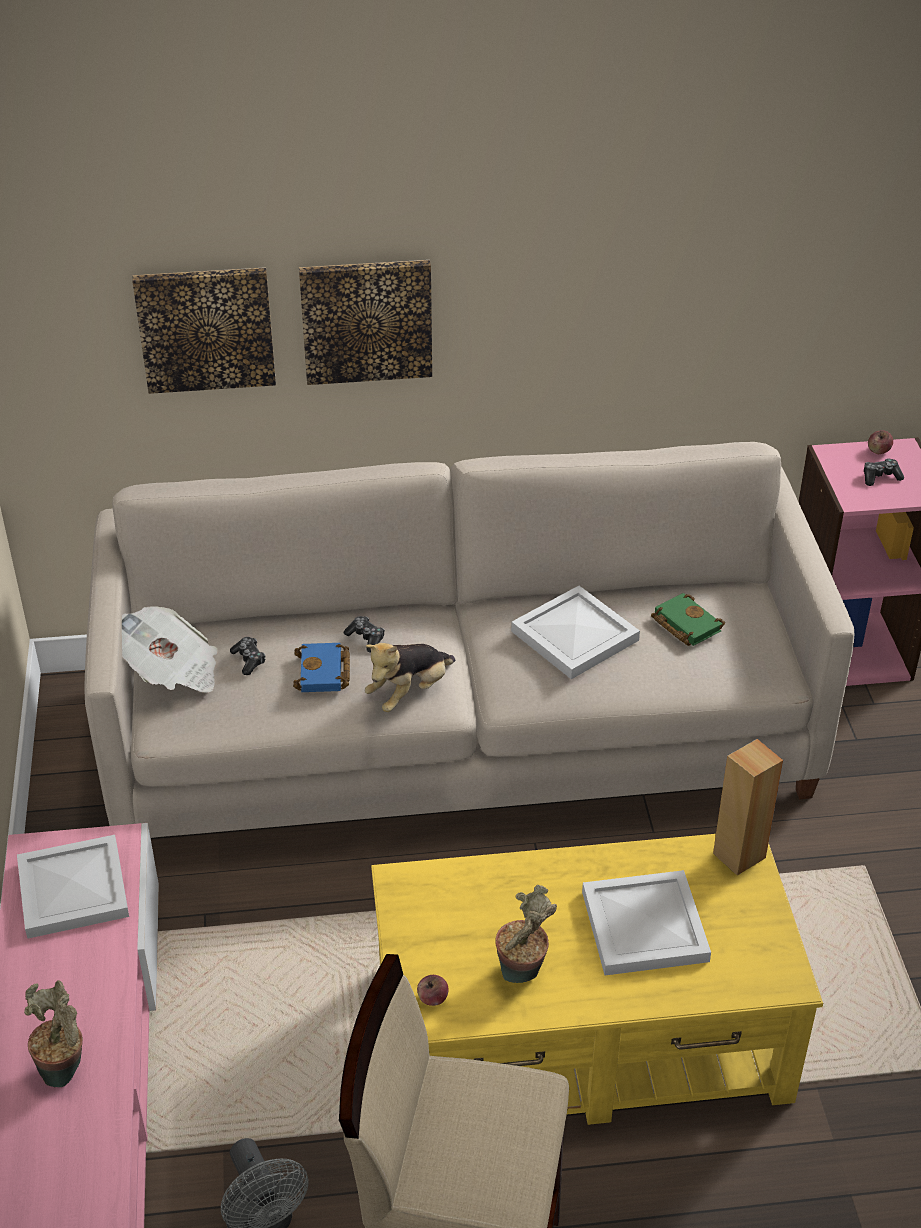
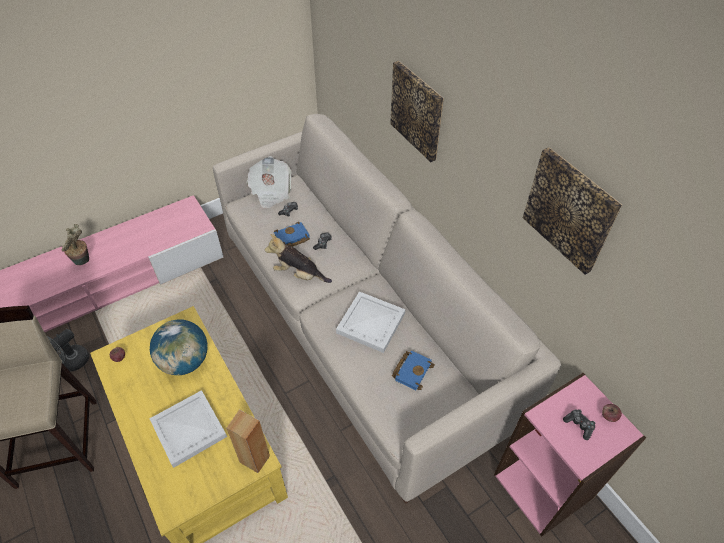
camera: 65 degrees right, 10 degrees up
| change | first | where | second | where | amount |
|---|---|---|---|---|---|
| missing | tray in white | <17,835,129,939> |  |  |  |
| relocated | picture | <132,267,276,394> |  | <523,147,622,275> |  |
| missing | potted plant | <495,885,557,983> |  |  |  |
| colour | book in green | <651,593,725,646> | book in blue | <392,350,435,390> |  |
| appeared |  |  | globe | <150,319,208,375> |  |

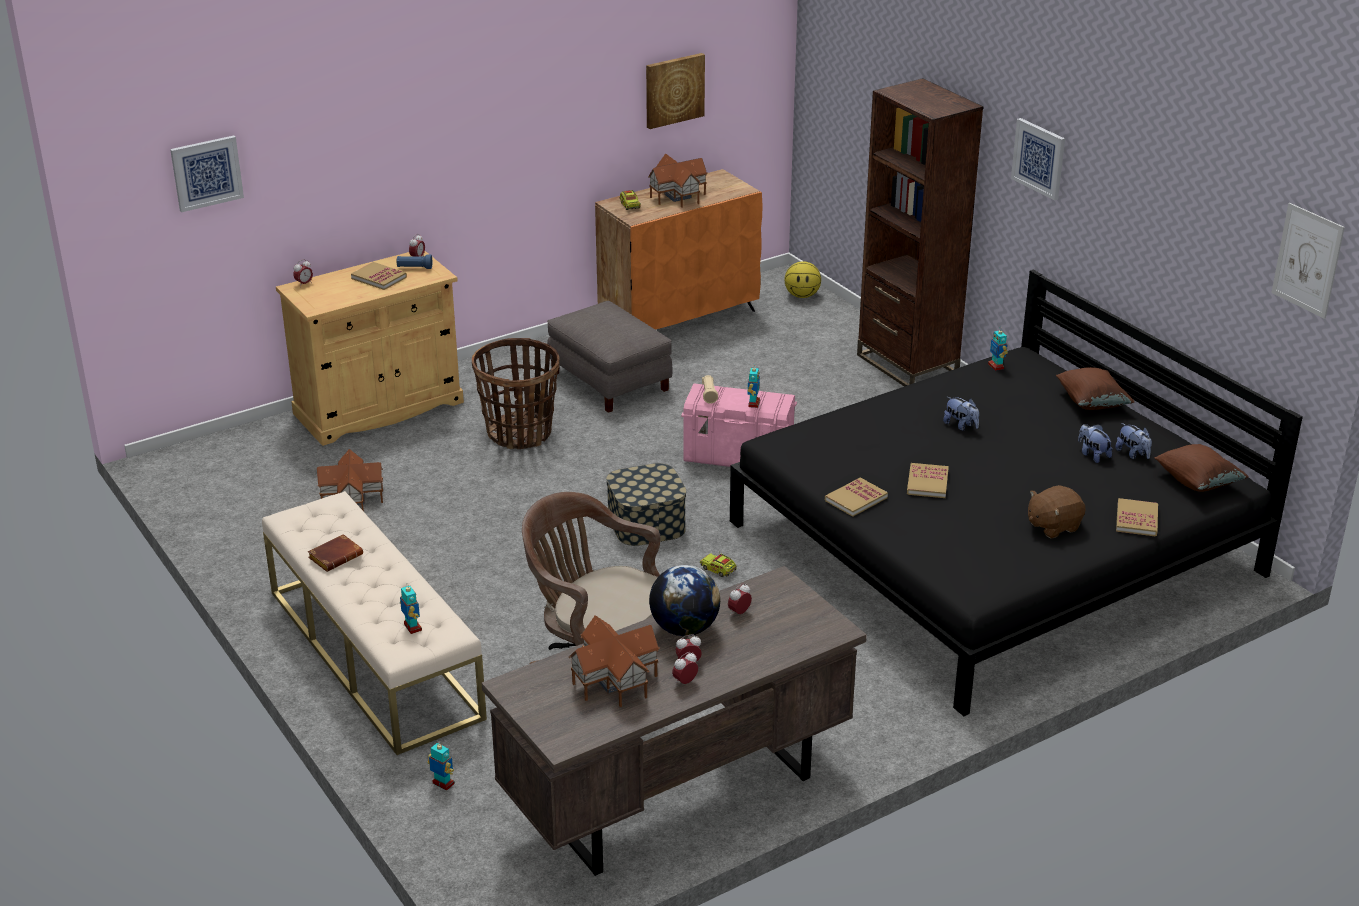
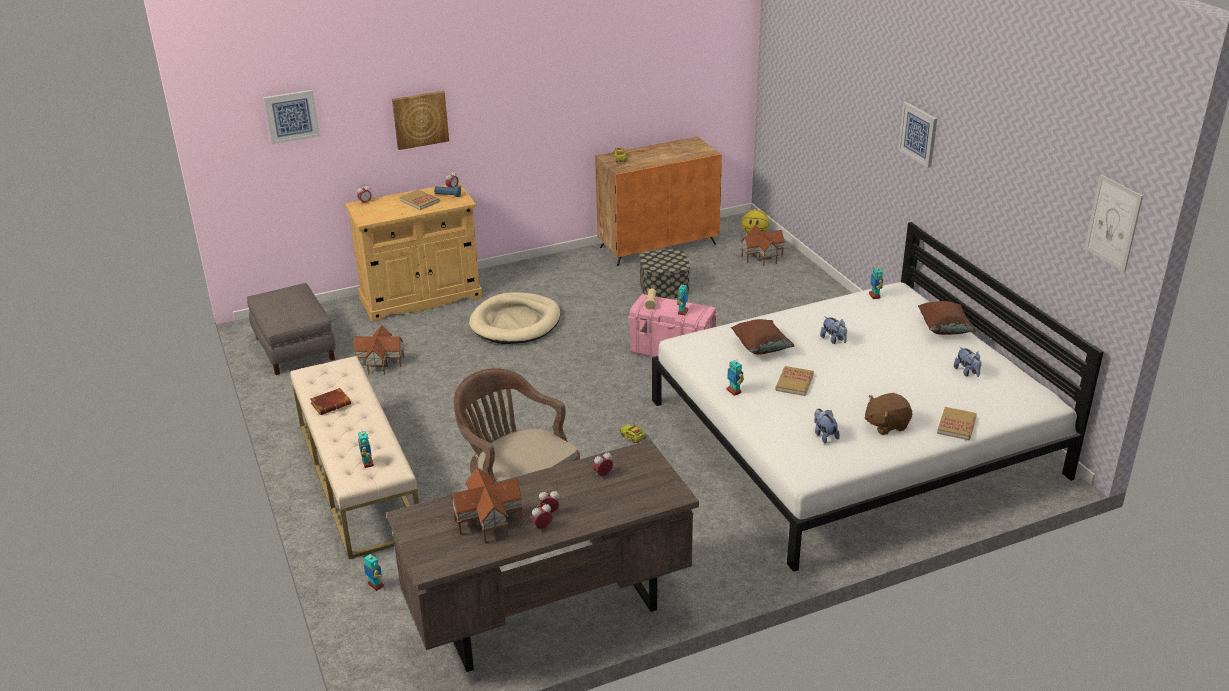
camera: 10 degrees right, 0 degrees up
| change | first | where | second | where | amount |
|---|---|---|---|---|---|
| exchanged | basket | <472,338,560,449> | dog bed in beige | <469,292,560,344> |  |
| relocated | ottoman in grey | <547,301,673,413> |  | <247,283,336,375> |  |
| relocated | storage box | <606,463,686,546> |  | <639,249,690,299> |  |
| relocated | picture | <646,53,705,129> |  | <392,91,449,150> |  |
| relocated | toy house | <648,154,708,208> |  | <741,225,785,266> |  |
| missing | globe | <649,565,720,636> |  |  |  |
| colour | bed in black | <730,270,1303,716> | bed in white | <652,222,1104,572> |  |
| exchanged | book | <825,477,888,517> | toy robot | <727,358,744,396> |  |
| missing | bookcase in brown | <857,78,984,386> |  |  |  |
| relocated | plush toy | <1078,424,1112,463> |  | <814,409,840,443> |  |
| relocated | pillow in brown | <1154,444,1249,492> |  | <731,319,795,355> |  |

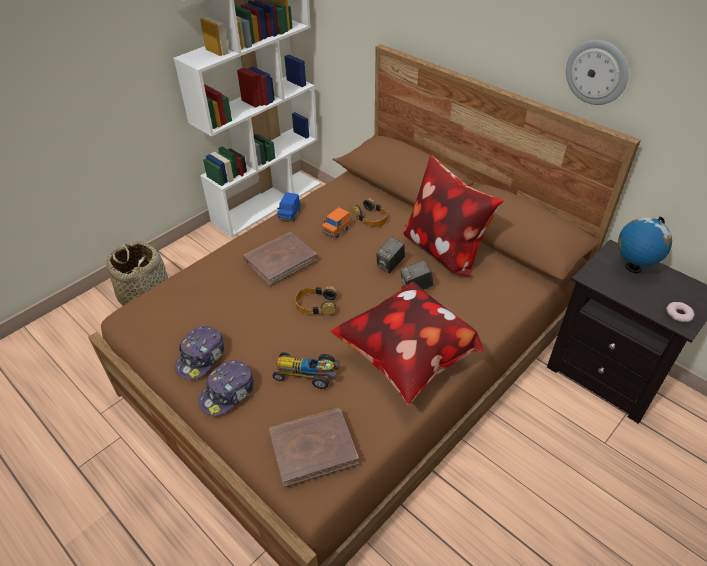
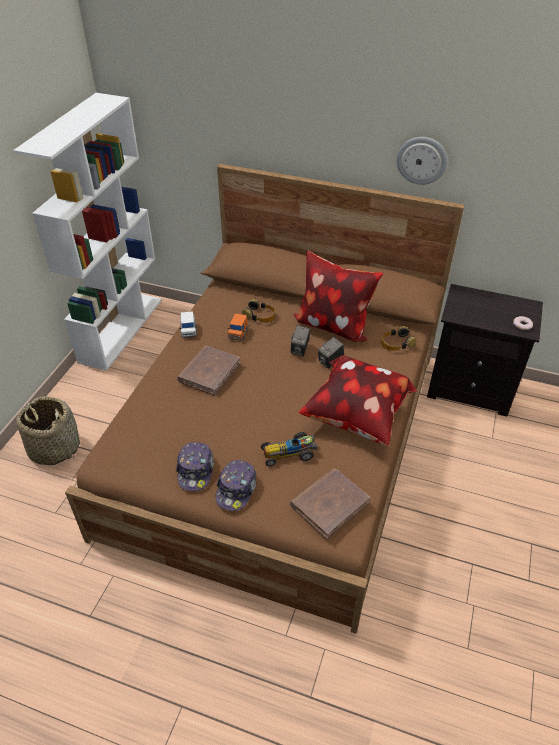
camera: 25 degrees left, 0 degrees up
| change | first | where | second | where | amount |
|---|---|---|---|---|---|
| colour | toy car in blue | <277,192,301,221> | toy car in white | <179,311,197,338> |  |
| relocated | headphones | <295,286,337,315> |  | <381,326,417,351> |  |
| missing | globe | <618,216,672,273> |  |  |  |

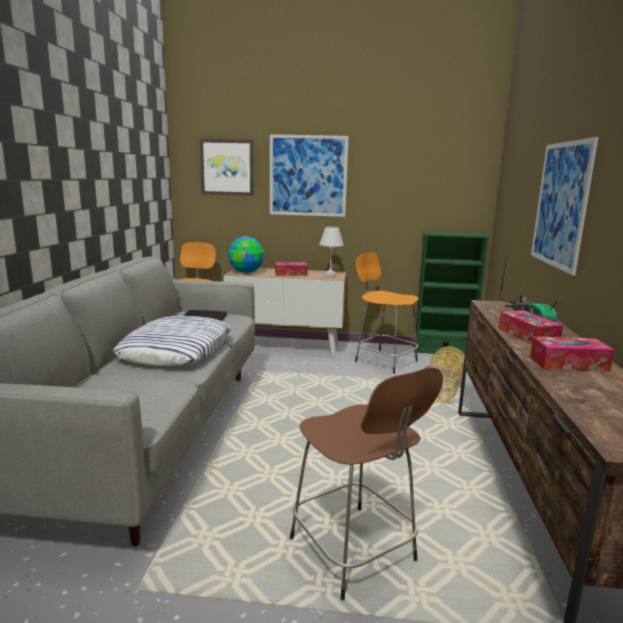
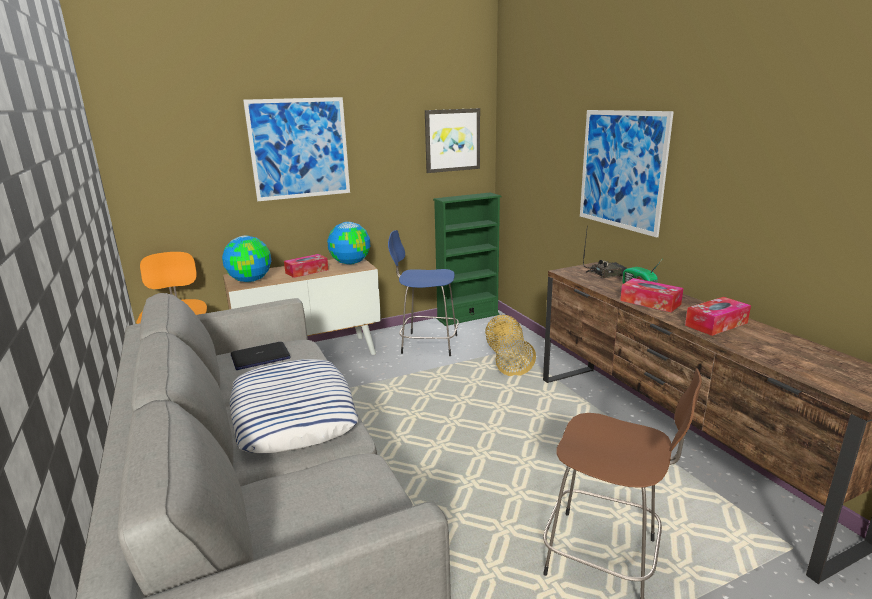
camera: 30 degrees left, 5 degrees up
| change | first | where | second | where | amount |
|---|---|---|---|---|---|
| relocated | picture | <200,139,254,196> |  | <425,108,480,173> |  |
| exchanged | table lamp in white | <319,227,344,276> | globe | <327,222,370,265> |  |
| colour | stool in orange | <355,252,419,374> | stool in blue | <388,230,459,356> |  |

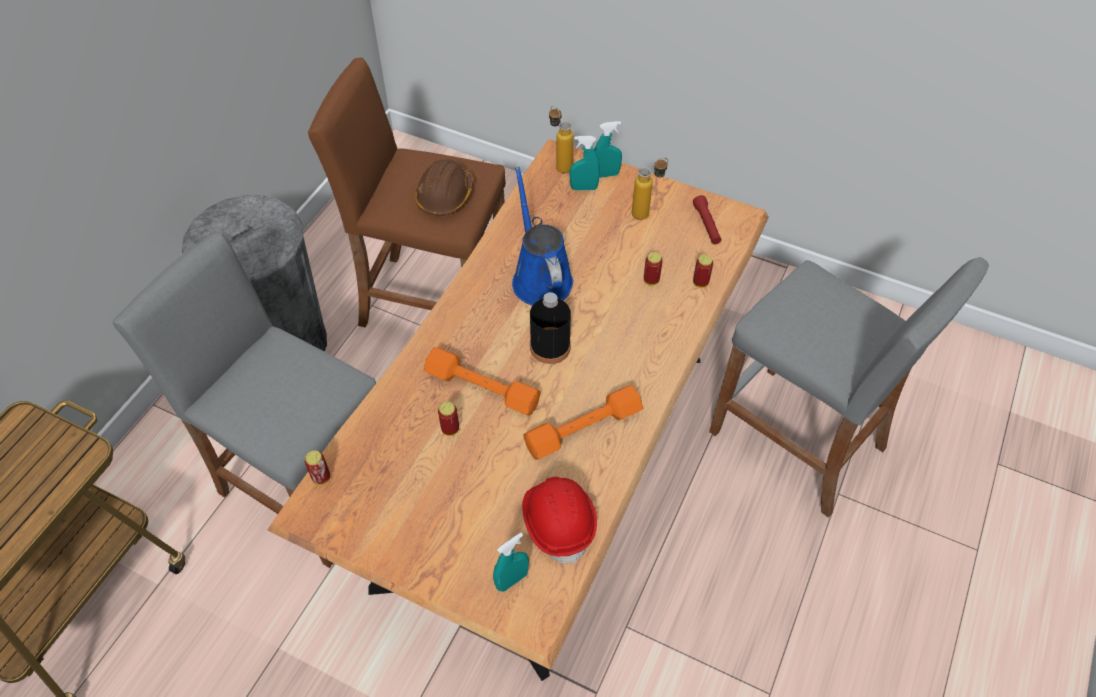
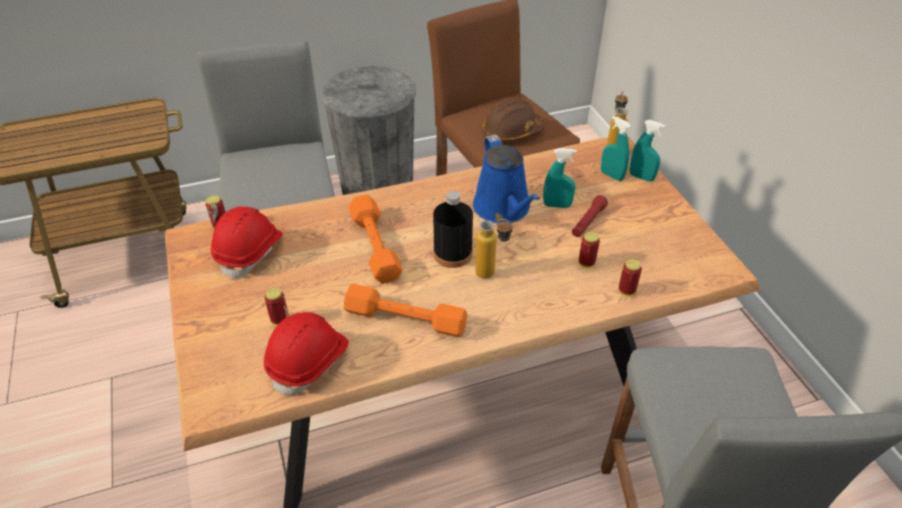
camera: 45 degrees right, 10 degrees down
| change | first | where | second | where | amount |
|---|---|---|---|---|---|
| relocated | can | <438,402,459,436> |  | <265,288,289,325> |  |
| relocated | spray bottle in turquoise | <493,533,529,592> |  | <543,148,577,208> |  |
| spun | watering can in blue | <512,167,573,306> |  | <473,135,540,223> | 135 degrees clockwise |
| relocated | bottle | <632,157,668,220> |  | <475,219,513,279> |  |
| relocated | flashlight in red | <693,195,722,244> |  | <572,195,608,237> |  |
| appeared |  |  | hard hat in red | <211,206,283,280> |  |

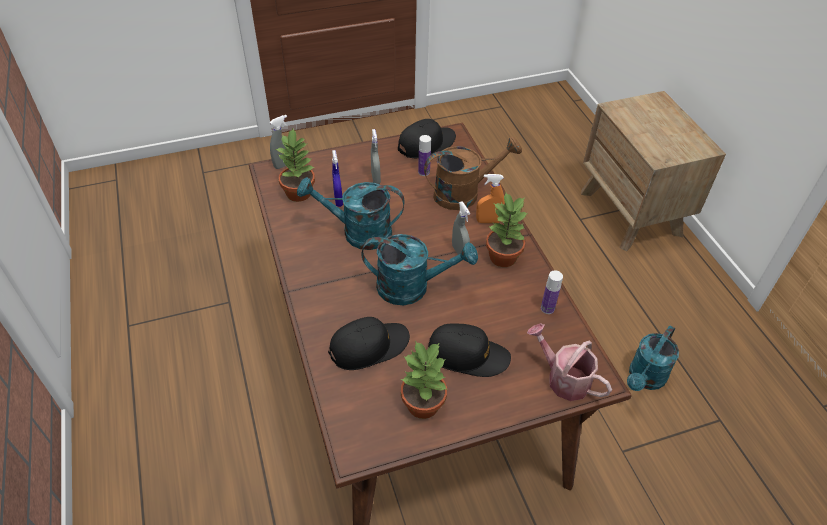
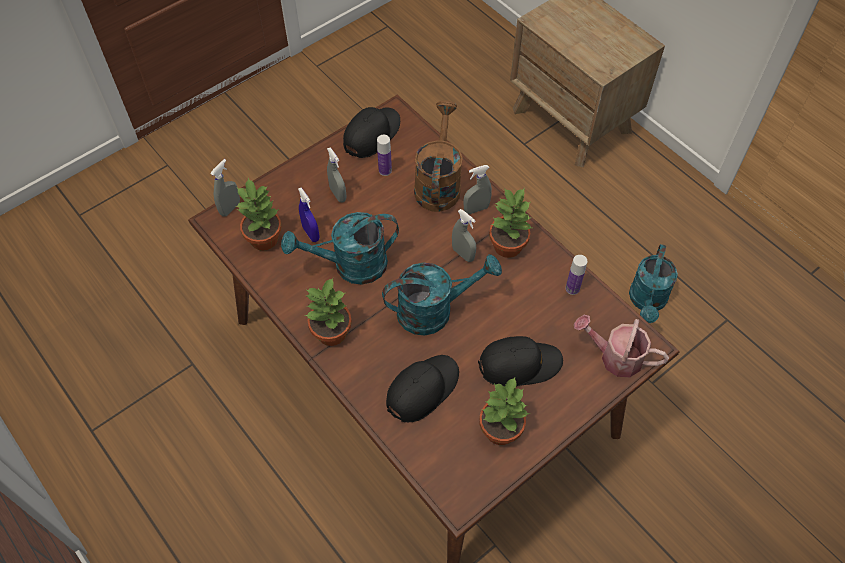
camera: 20 degrees left, 10 degrees up
| change | first | where | second | where | amount |
|---|---|---|---|---|---|
| spun | watering can in brown | <424,136,522,210> |  | <414,100,463,212> | 45 degrees counterclockwise |
| colour | spray bottle in orange | <476,174,505,223> | spray bottle in grey | <463,165,492,214> |  |
| appeared |  |  | potted plant | <304,278,352,346> |  |

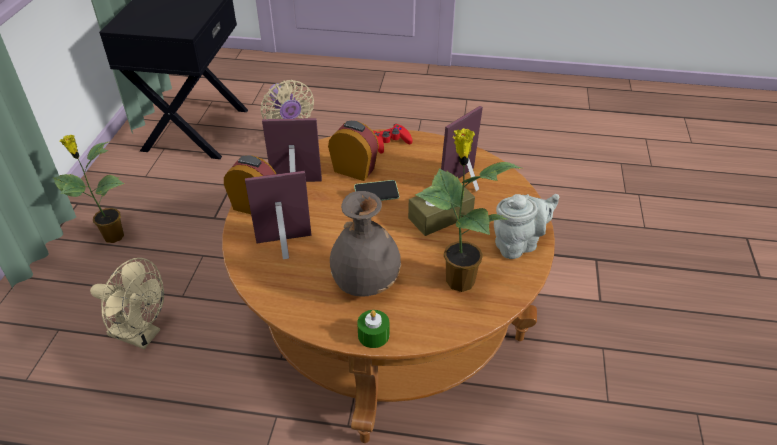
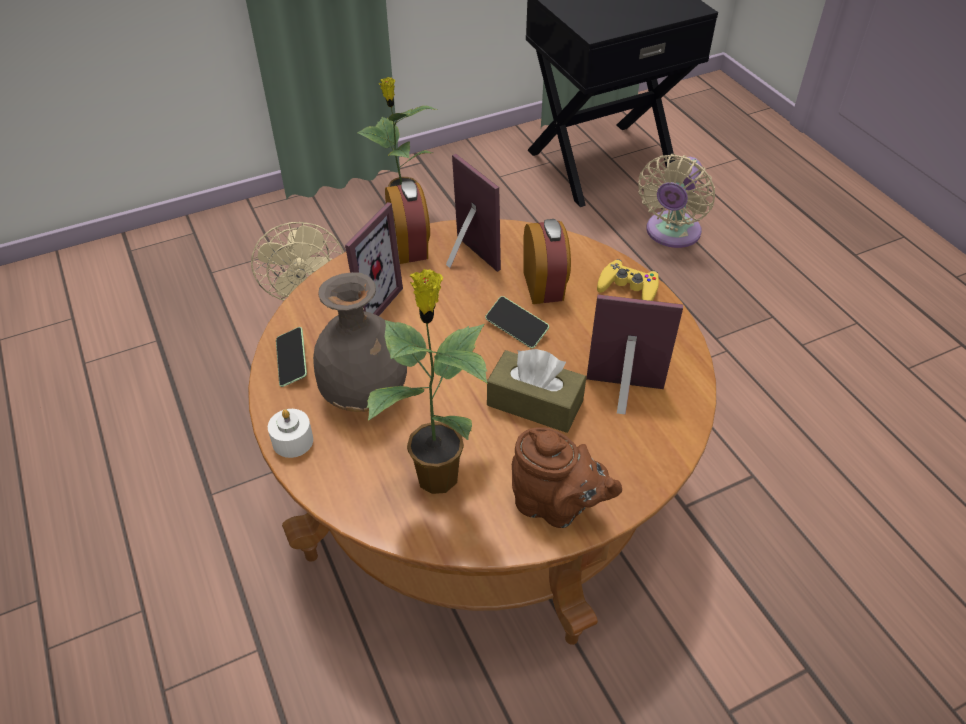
camera: 55 degrees right, 5 degrees up
| change | first | where | second | where | amount |
|---|---|---|---|---|---|
| spun | picture frame | <245,171,312,259> |  | <345,202,403,316> | 75 degrees clockwise |
| colour | candle in green | <357,310,389,348> | candle in white | <268,409,313,458> |  |
| colour | game controller in red | <373,124,412,154> | game controller in yellow | <597,259,659,301> |  |
| colour | teapot in grey | <494,194,559,259> | teapot in brown | <512,427,622,528> |  |
| appeared |  |  | phone | <276,327,307,387> |  |

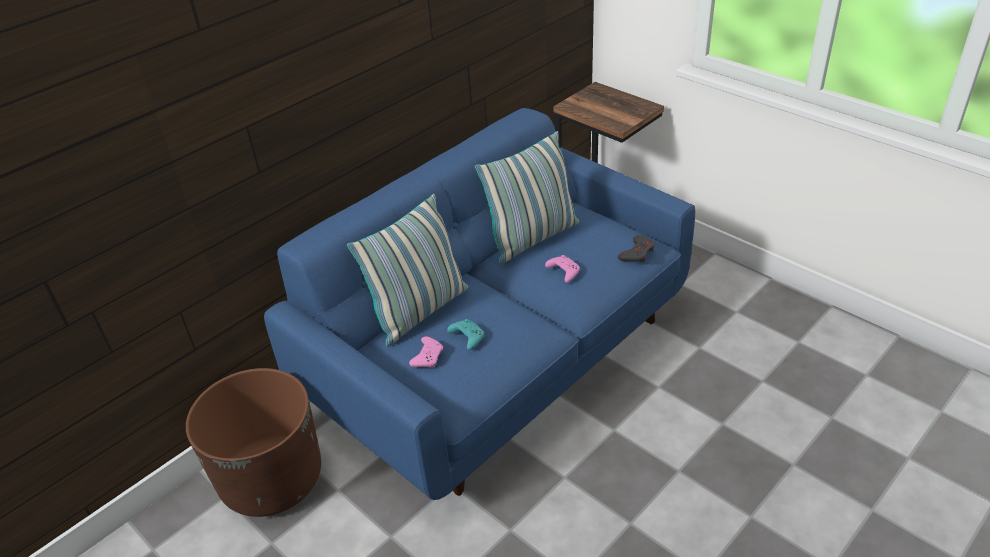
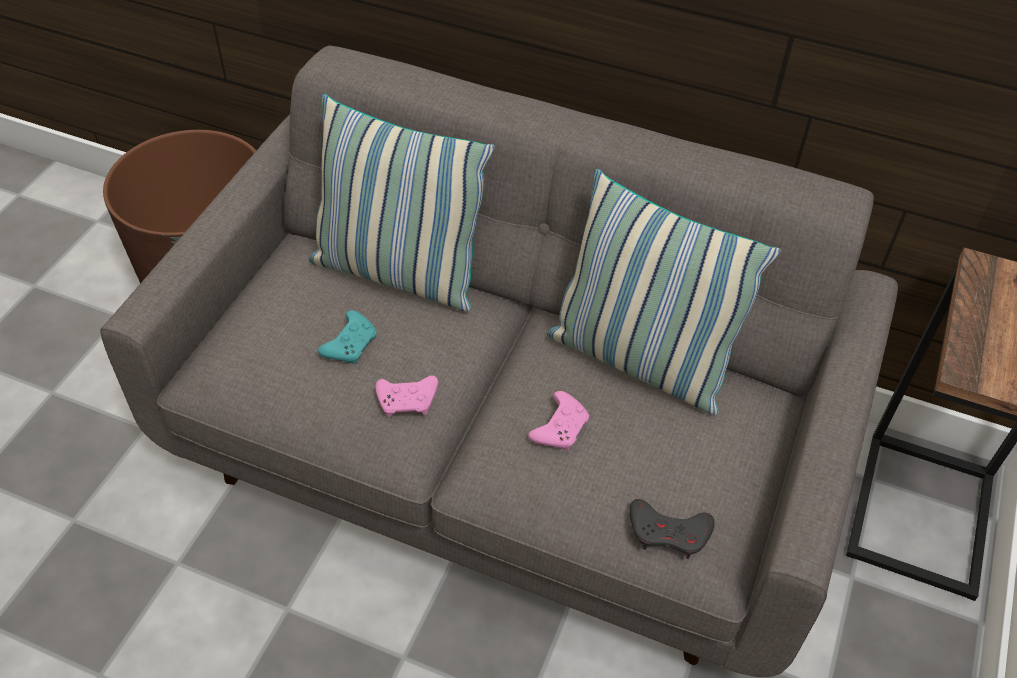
camera: 65 degrees right, 10 degrees up
| change | first | where | second | where | amount |
|---|---|---|---|---|---|
| colour | sofa in blue | <264,108,695,500> | sofa in grey | <100,46,898,677> |  |
| relocated | game controller in pink | <409,337,443,368> |  | <375,375,438,417> |  |

